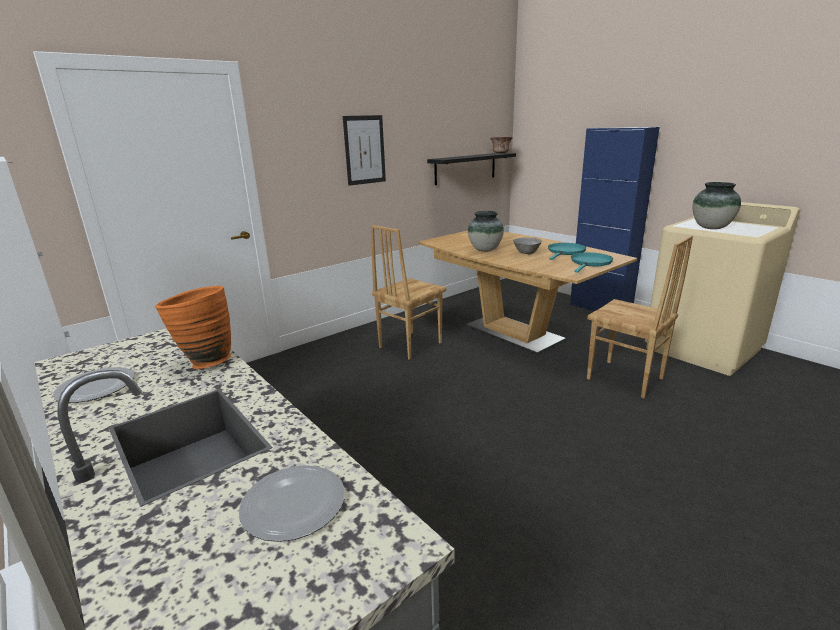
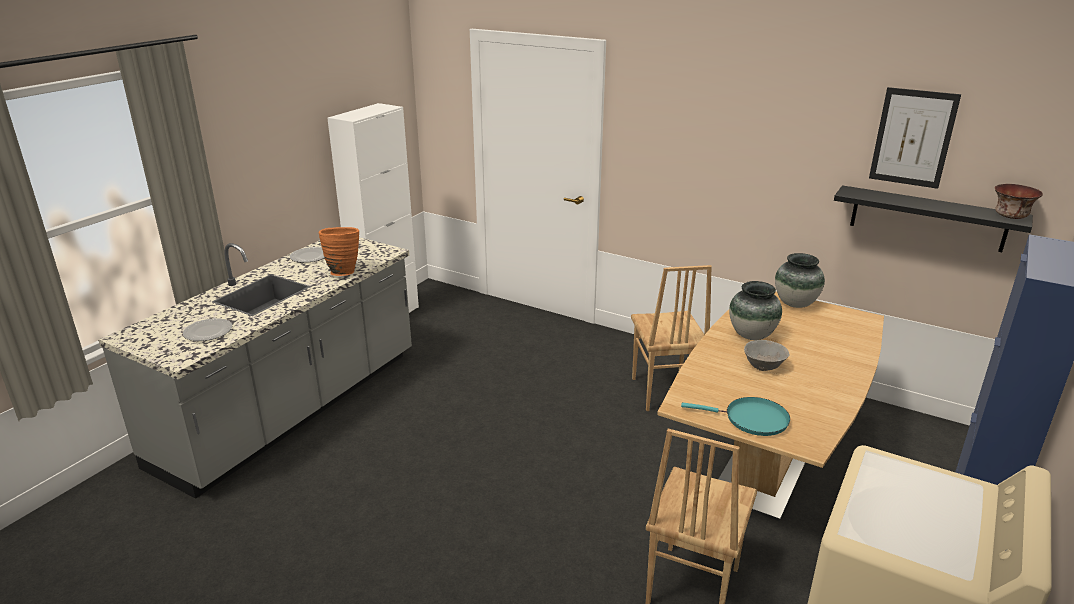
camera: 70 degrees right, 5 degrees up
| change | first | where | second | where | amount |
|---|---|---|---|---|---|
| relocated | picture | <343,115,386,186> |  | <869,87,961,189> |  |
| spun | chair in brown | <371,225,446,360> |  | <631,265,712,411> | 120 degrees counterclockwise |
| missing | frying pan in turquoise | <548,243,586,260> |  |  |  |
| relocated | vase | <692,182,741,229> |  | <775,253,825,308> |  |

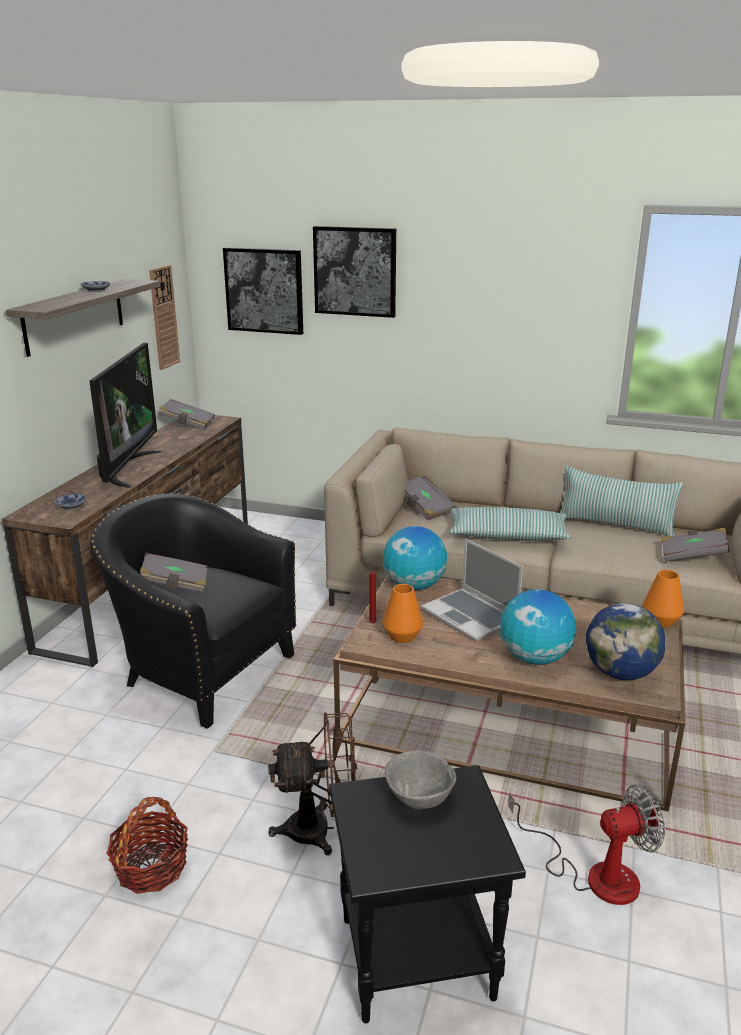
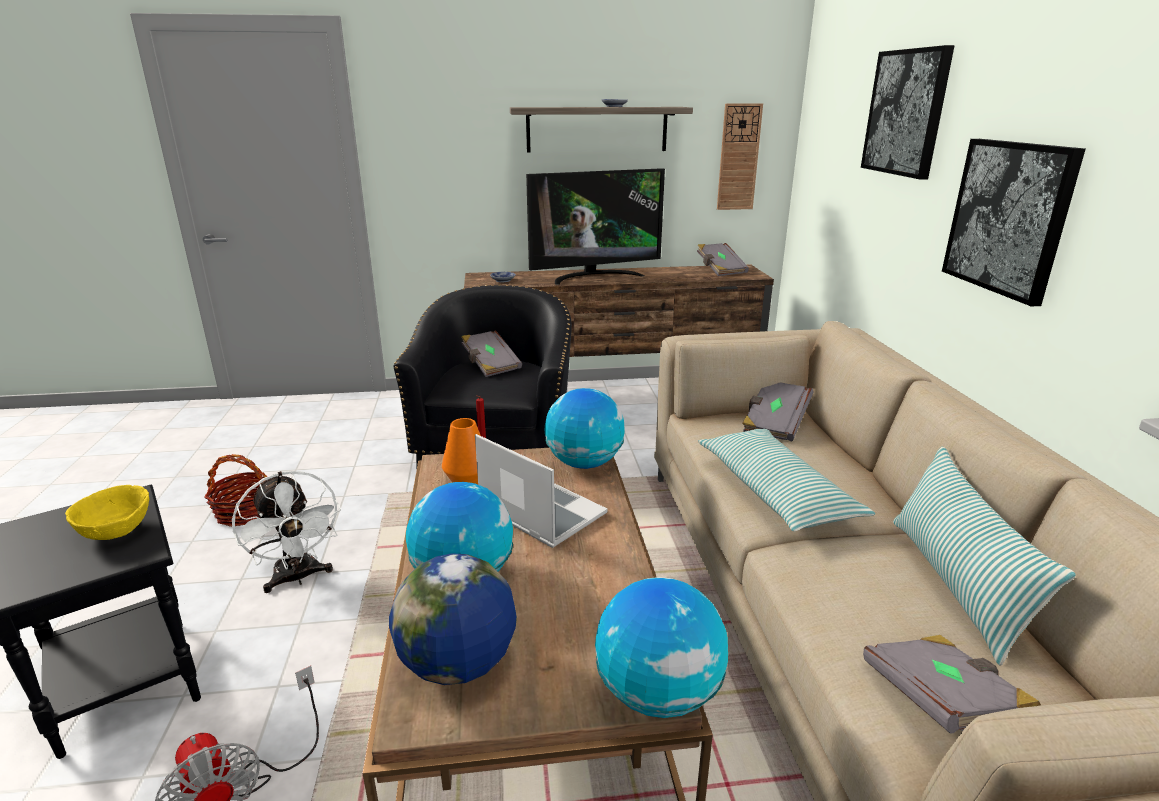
camera: 65 degrees right, 0 degrees up
| change | first | where | second | where | amount |
|---|---|---|---|---|---|
| relocated | picture | <223,247,303,335> |  | <942,139,1085,306> |  |
| colour | fan in brown | <268,712,357,856> | fan in white | <232,471,341,593> |  |
| colour | bowl in grey | <385,750,456,809> | bowl in yellow | <65,485,149,540> |  |
| spun | laptop | <421,538,523,642> |  | <475,434,608,548> | 105 degrees clockwise |
| exchanged | vase in orange | <642,570,684,627> | globe | <595,577,728,718> |  |

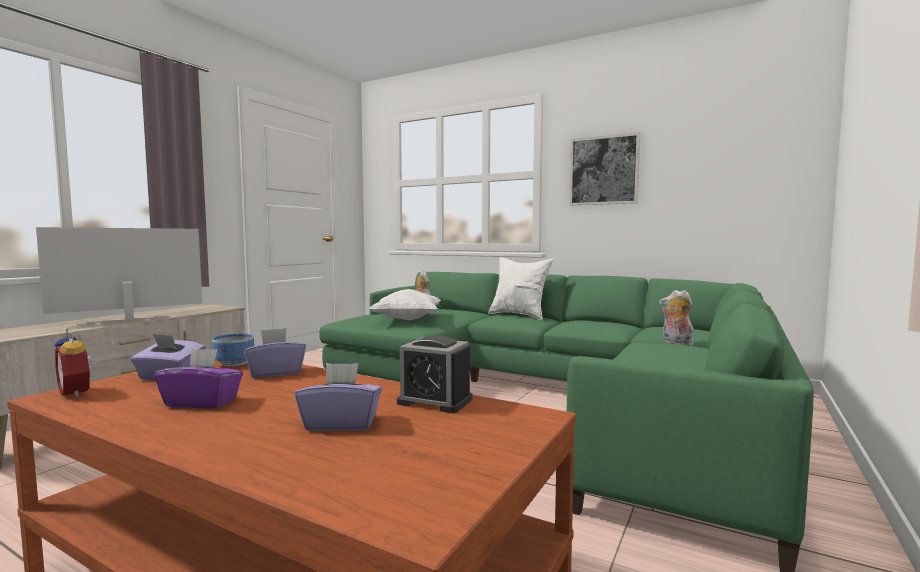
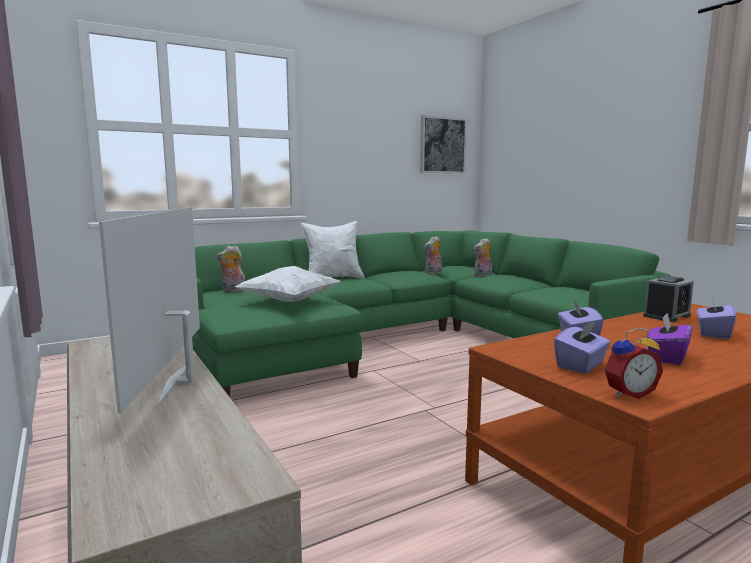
camera: 60 degrees left, 5 degrees up
| change | first | where | second | where | amount |
|---|---|---|---|---|---|
| missing | bowl | <212,333,255,367> |  |  |  |
| relocated | picture | <569,132,640,205> |  | <420,115,467,173> |  |
| appeared |  |  | plush toy | <424,236,442,274> |  |

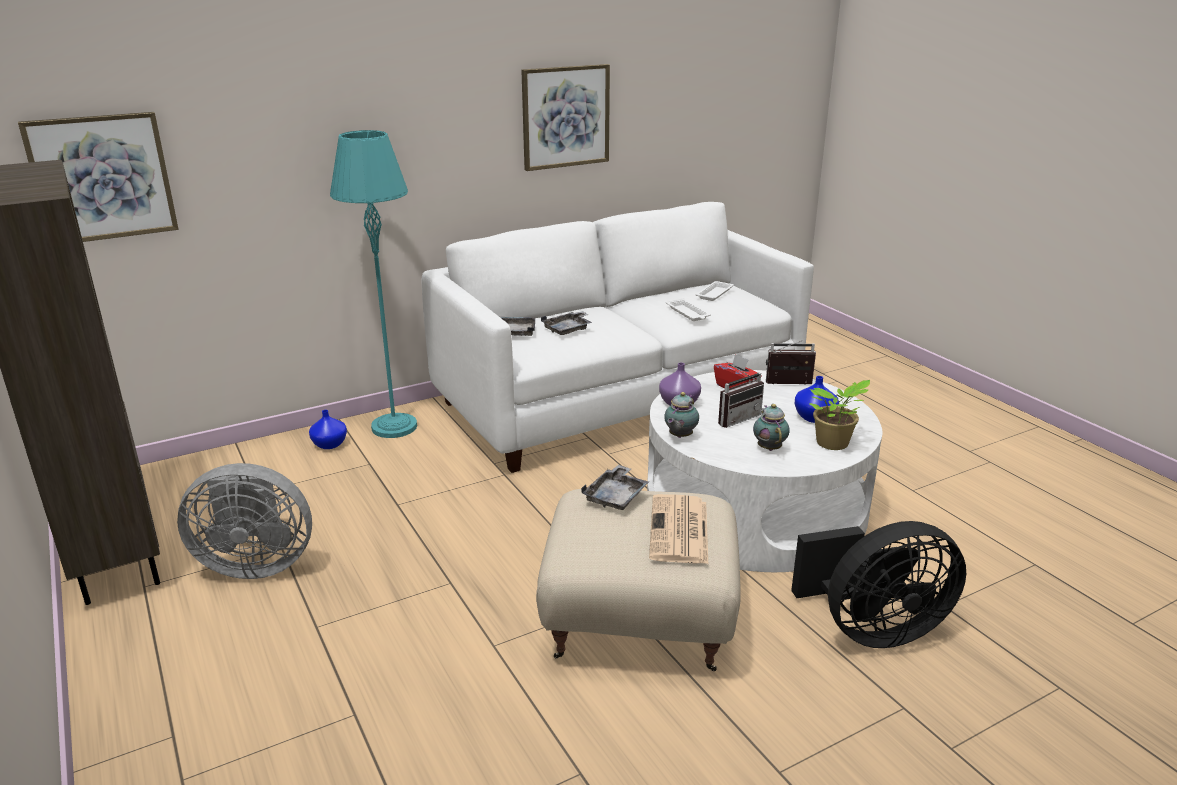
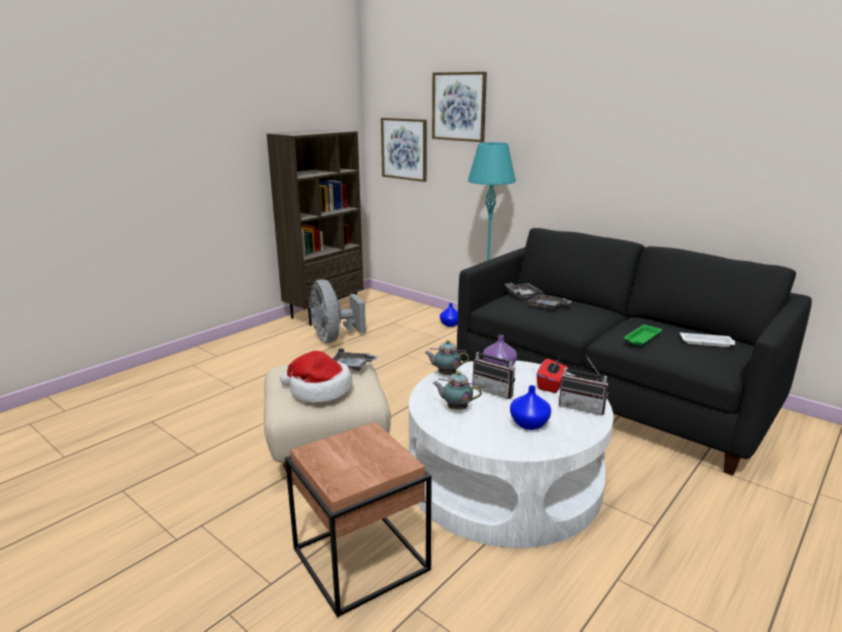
camera: 70 degrees right, 5 degrees down
| change | first | where | second | where | amount |
|---|---|---|---|---|---|
| colour | sofa in white | <421,202,814,473> | sofa in black | <457,228,812,476> |  |
| relocated | picture | <521,64,610,171> |  | <432,72,487,142> |  |
| exchanged | newspaper | <649,494,708,564> | hat | <280,351,352,403> |  |
| colour | tray in white | <666,298,711,321> | tray in green | <624,324,662,345> |  |
| spun | teapot | <753,404,790,451> |  | <433,371,482,410> | 135 degrees counterclockwise |
| spun | radio | <766,340,816,385> |  | <559,356,609,416> | 135 degrees clockwise |
| exchanged | fan in black | <791,521,966,648> | side table in brown | <285,422,432,618> |  |
| missing | potted plant | <809,380,870,450> |  |  |  |

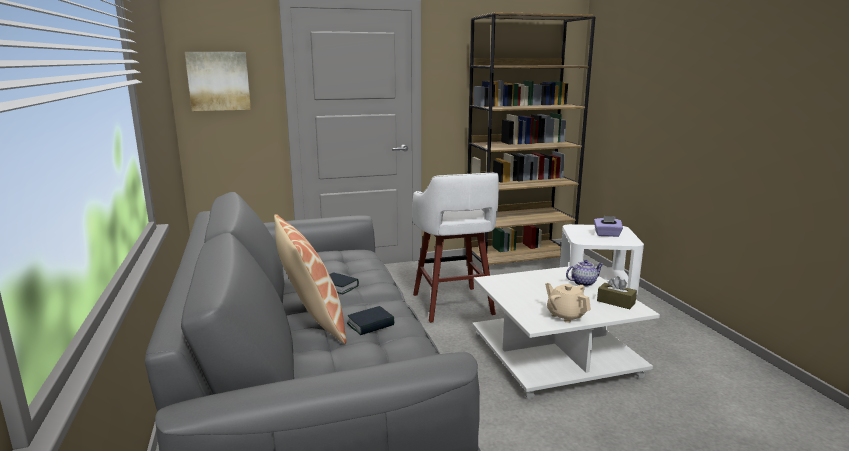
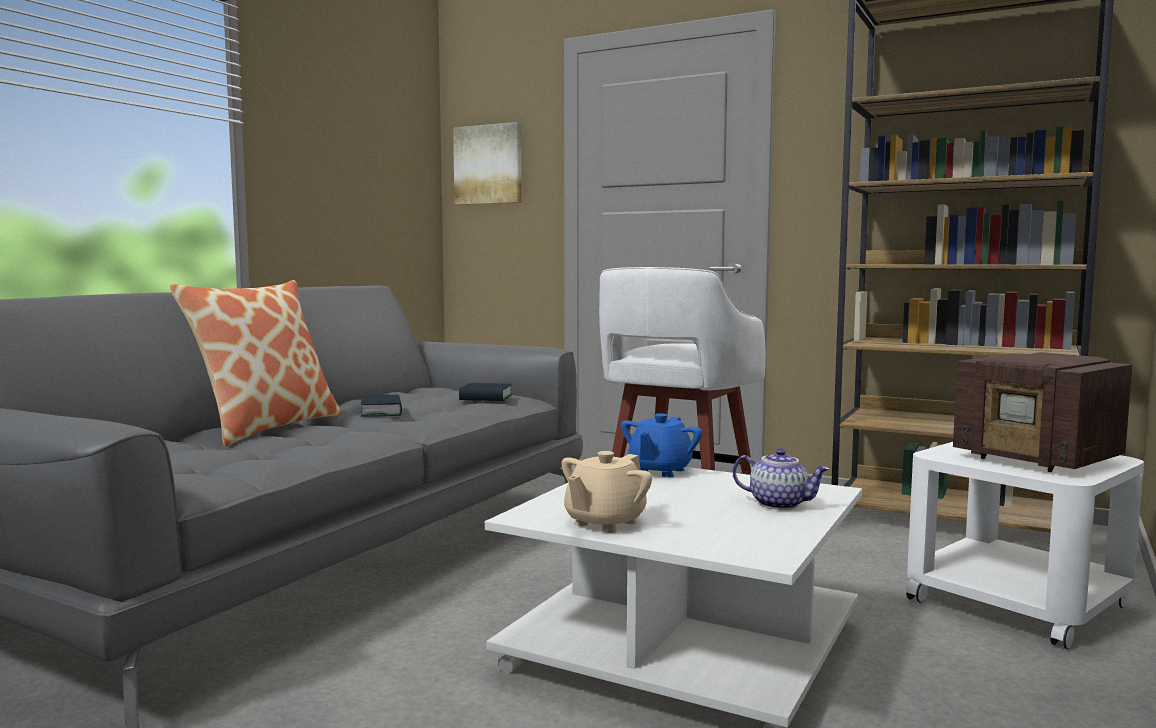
camera: 45 degrees right, 10 degrees down
| change | first | where | second | where | amount |
|---|---|---|---|---|---|
| relocated | book | <347,306,394,335> |  | <459,383,512,401> |  |
| spun | teapot in beige | <545,283,591,323> |  | <562,451,652,533> | 150 degrees counterclockwise |
| exchanged | tissue box in purple | <594,216,623,237> | radio | <953,352,1132,472> |  |
| missing | tissue box in brown | <597,276,637,309> |  |  |  |
| appeared |  |  | teapot in blue | <621,413,702,478> |  |

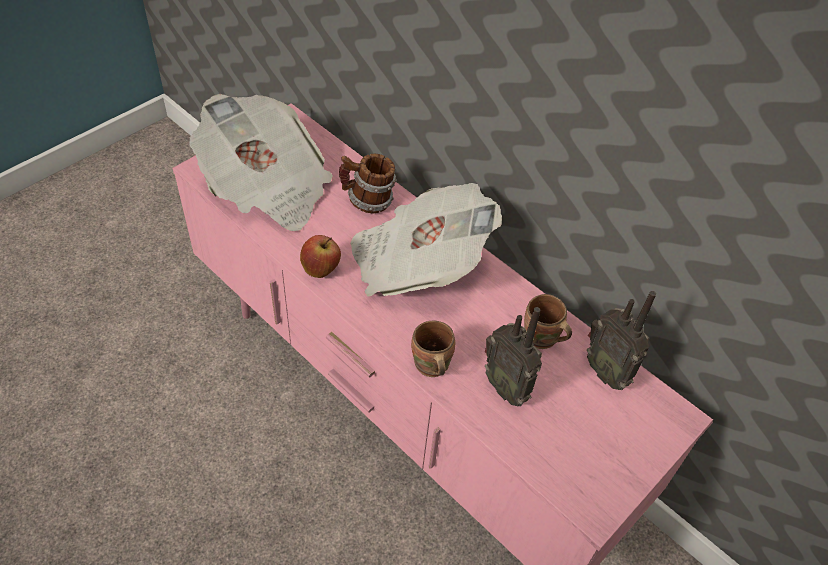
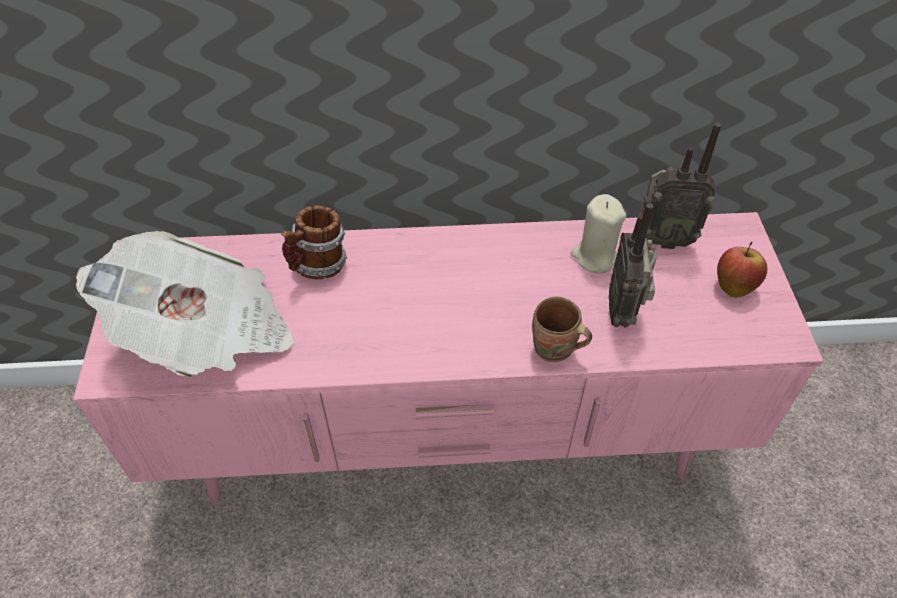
camera: 45 degrees left, 0 degrees up
| change | first | where | second | where | amount |
|---|---|---|---|---|---|
| relocated | apple | <300,235,341,278> |  | <717,242,767,297> |  |
| missing | newspaper | <350,183,502,296> |  |  |  |
| spun | radio | <484,307,542,406> |  | <609,203,657,327> | 90 degrees clockwise |
| exchanged | mug in brown | <524,294,572,349> | candle in beige | <571,194,626,273> |  |

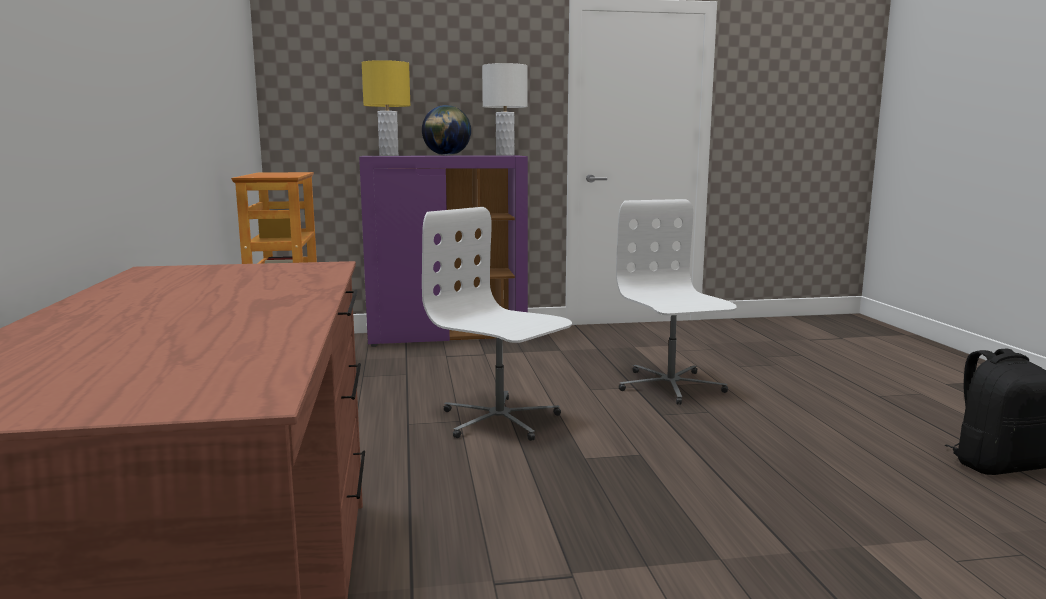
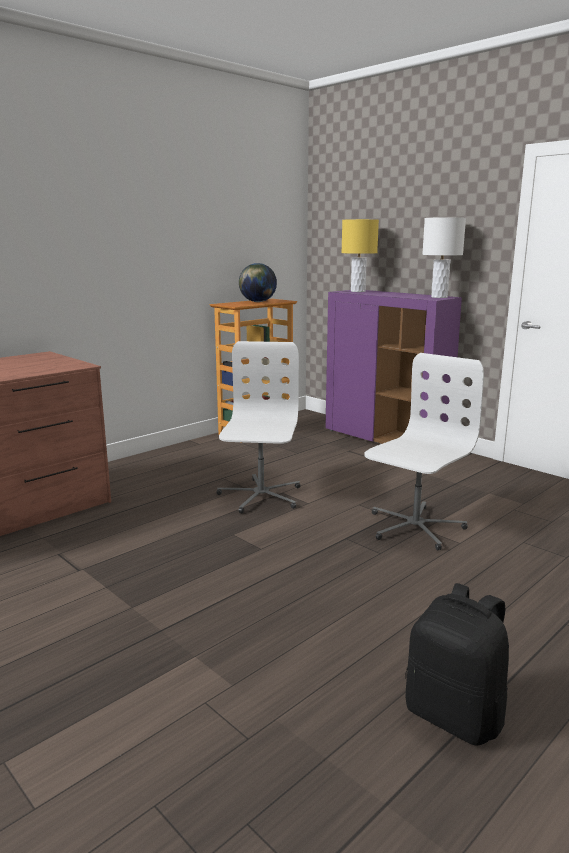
camera: 55 degrees right, 5 degrees up
| change | first | where | second | where | amount |
|---|---|---|---|---|---|
| relocated | globe | <422,105,471,156> |  | <239,263,277,302> |  |

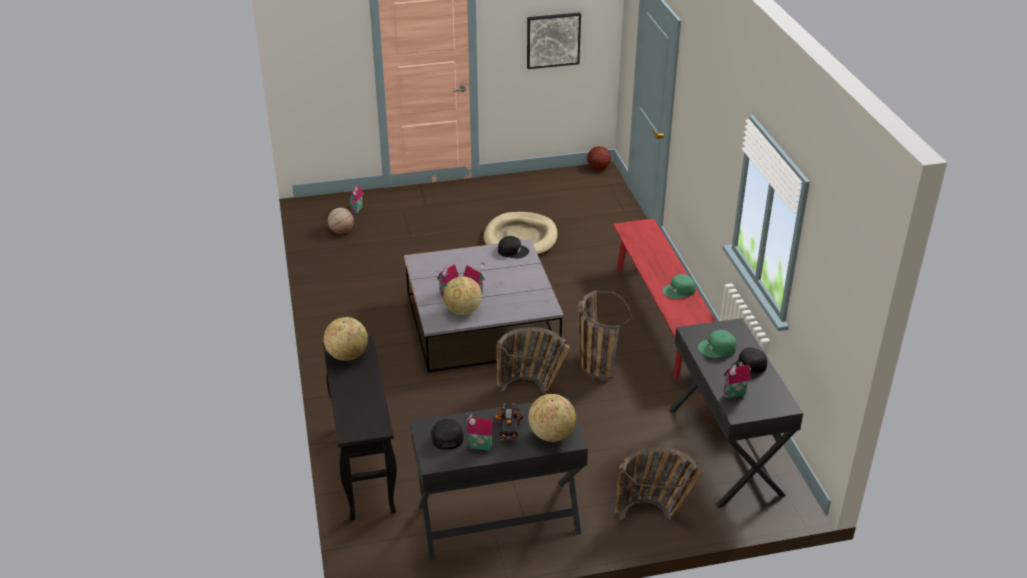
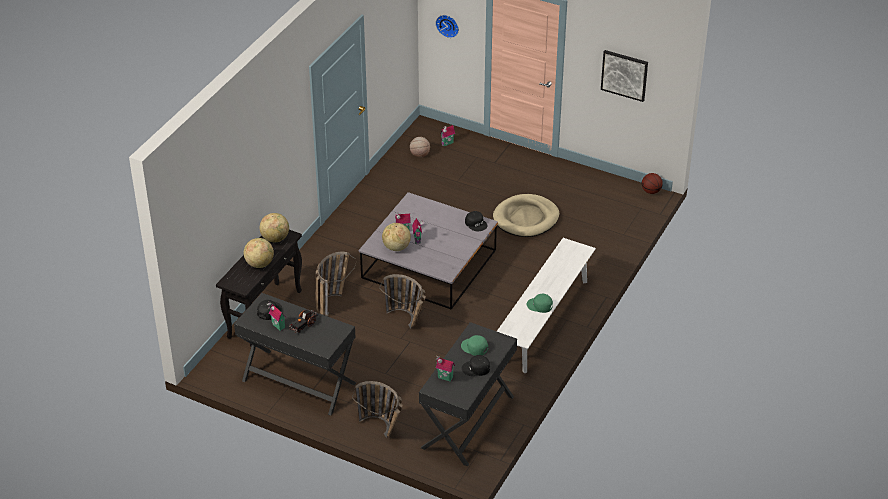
camera: 40 degrees right, 5 degrees up
| change | first | where | second | where | amount |
|---|---|---|---|---|---|
| relocated | globe | <528,394,576,442> |  | <244,238,274,268> |  |
| relocated | basket | <578,290,632,378> |  | <315,252,356,316> |  |
| colour | bench in red | <613,219,717,379> | bench in white | <497,238,596,373> |  |
| appeared |  |  | wall clock | <435,15,459,38> |  |

